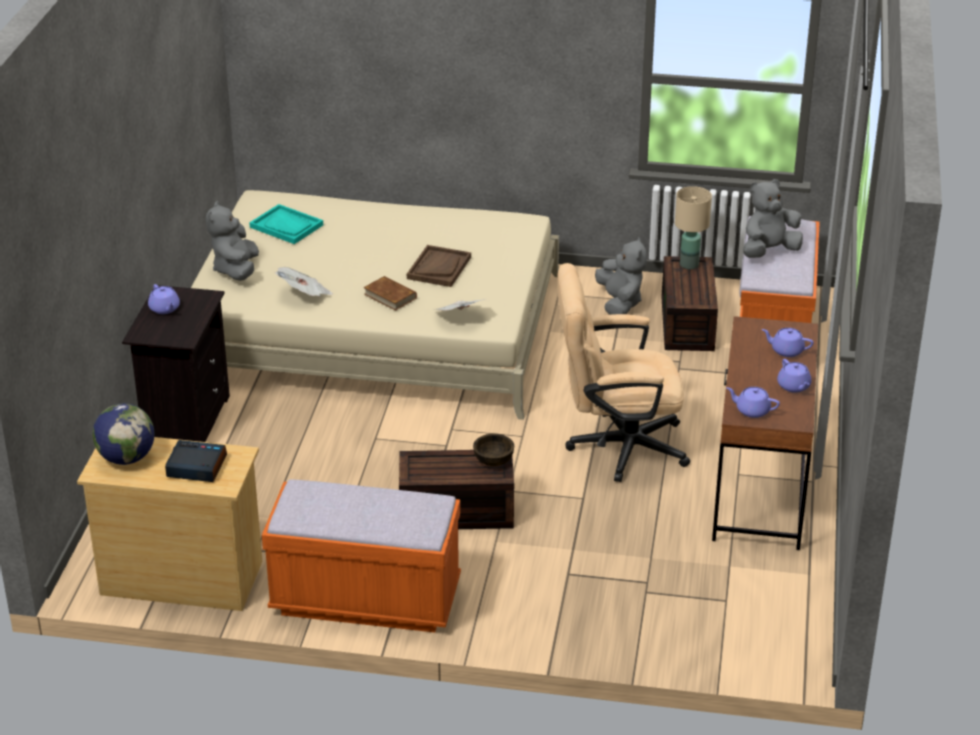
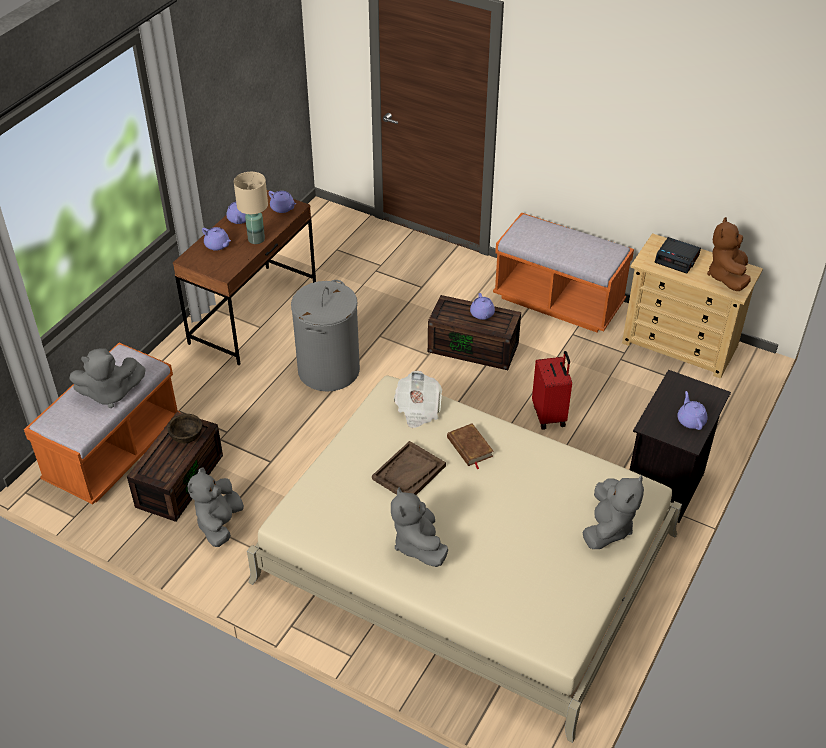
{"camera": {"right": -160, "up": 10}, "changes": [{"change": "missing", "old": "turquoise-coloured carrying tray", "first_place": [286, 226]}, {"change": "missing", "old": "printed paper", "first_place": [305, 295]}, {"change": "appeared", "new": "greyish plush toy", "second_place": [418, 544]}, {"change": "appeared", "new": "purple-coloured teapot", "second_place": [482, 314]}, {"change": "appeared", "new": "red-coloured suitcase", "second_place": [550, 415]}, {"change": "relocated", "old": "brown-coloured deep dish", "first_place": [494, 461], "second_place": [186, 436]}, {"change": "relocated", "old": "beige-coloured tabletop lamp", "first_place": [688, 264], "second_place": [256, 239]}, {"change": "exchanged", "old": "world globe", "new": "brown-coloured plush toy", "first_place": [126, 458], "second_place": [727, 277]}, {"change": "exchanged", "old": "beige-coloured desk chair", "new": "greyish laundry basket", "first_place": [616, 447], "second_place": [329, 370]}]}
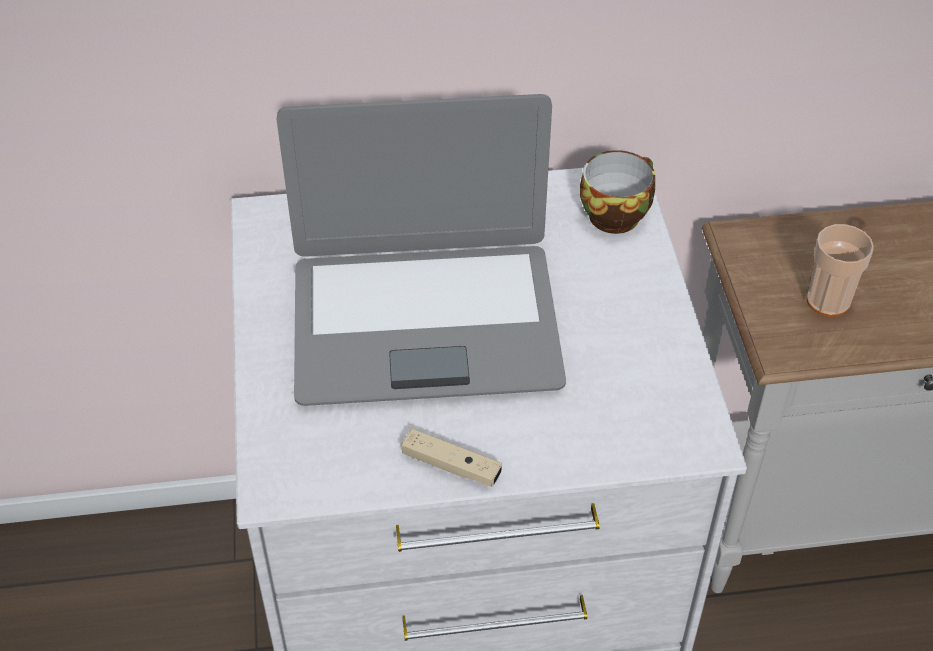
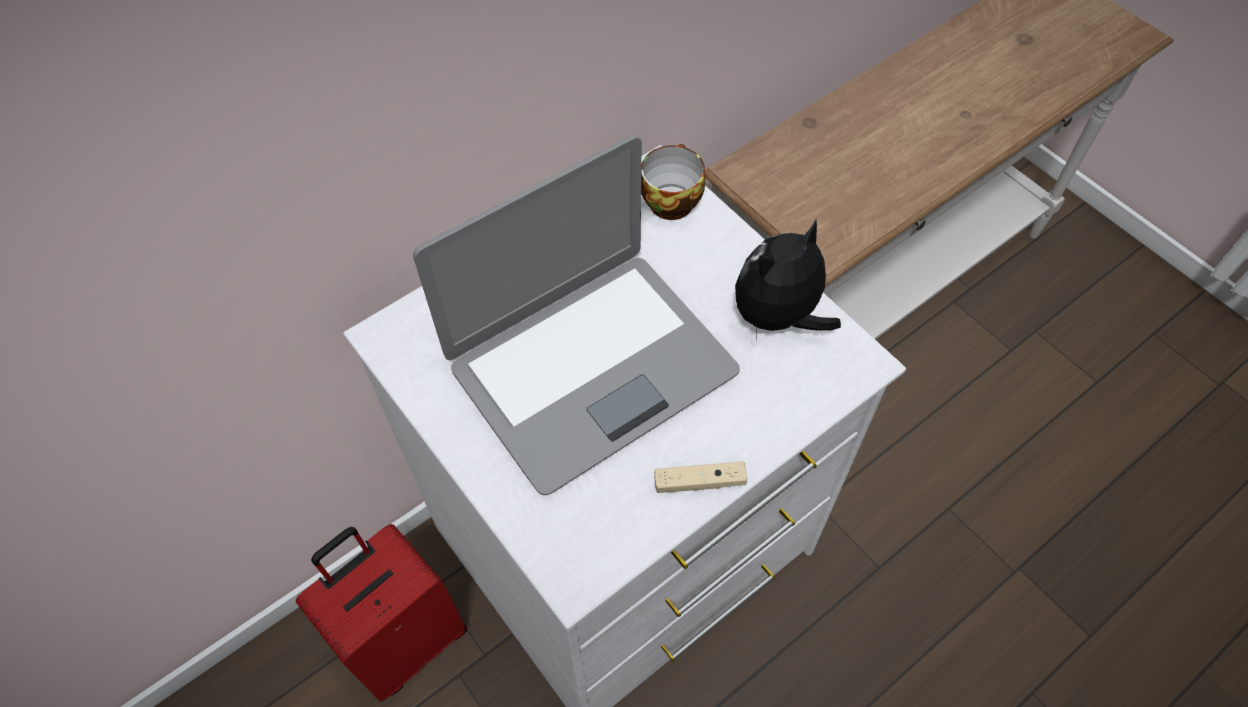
{"camera": {"right": -30, "up": 10}, "changes": [{"change": "missing", "old": "small cup", "first_place": [828, 301]}, {"change": "appeared", "new": "red-coloured suitcase", "second_place": [406, 639]}, {"change": "appeared", "new": "plush toy", "second_place": [778, 318]}]}
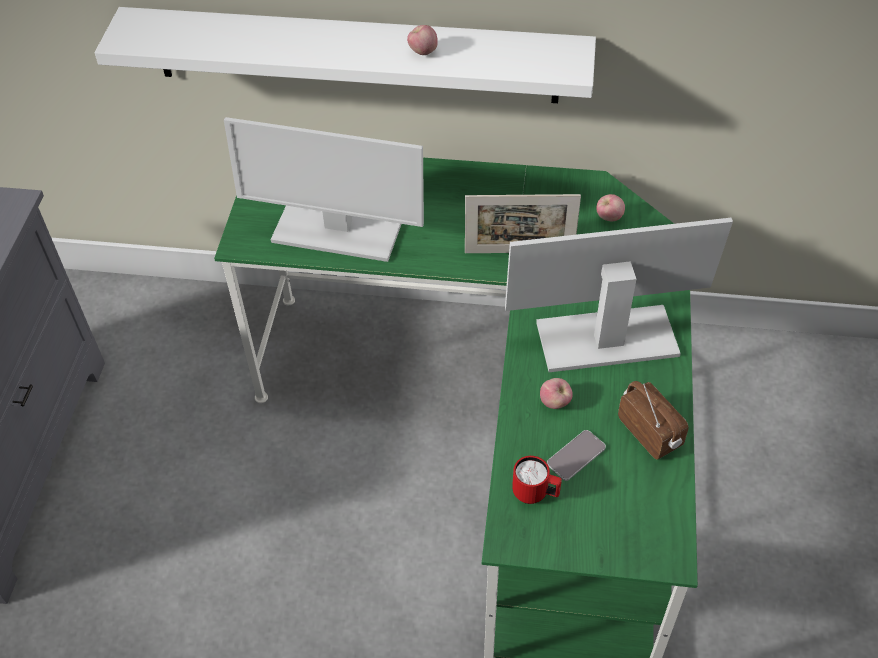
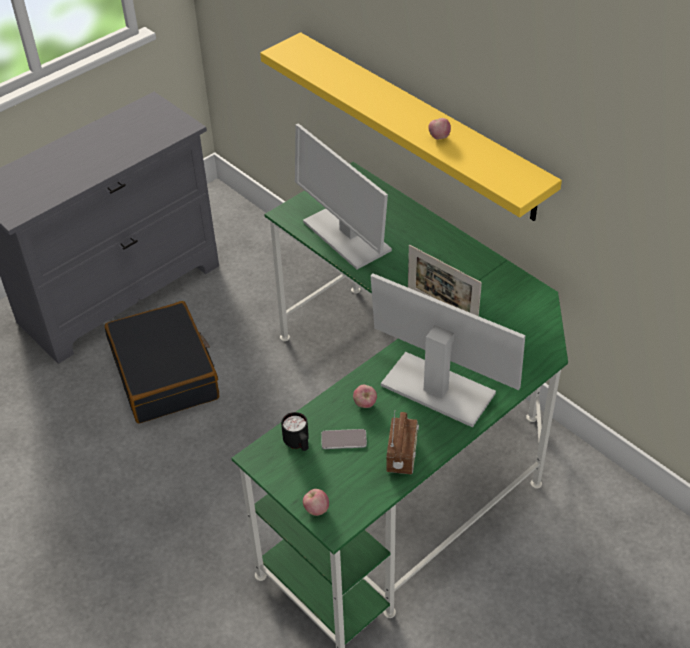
{"camera": {"right": 40, "up": -5}, "changes": [{"change": "appeared", "new": "black suitcase", "second_place": [165, 374]}, {"change": "relocated", "old": "apple", "first_place": [609, 218], "second_place": [316, 509]}, {"change": "colour", "old": "white-coloured wall shelf", "new": "yellow wall shelf", "first_place": [355, 55], "second_place": [419, 125]}, {"change": "colour", "old": "red-coloured coffee mug", "new": "black coffee mug", "first_place": [535, 494], "second_place": [298, 444]}]}
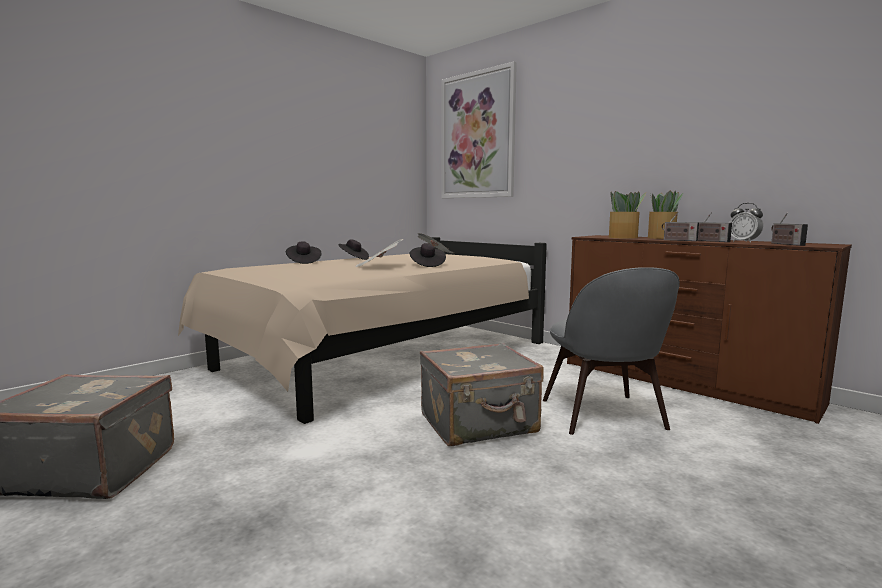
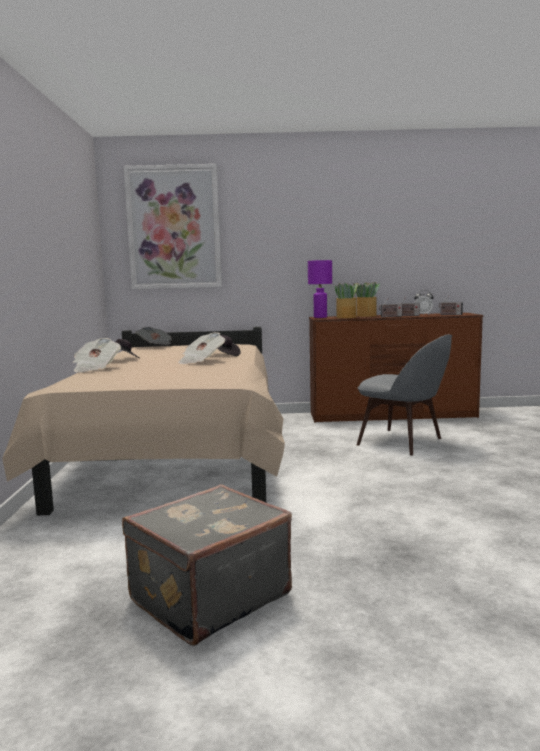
{"camera": {"right": -45, "up": 0}, "changes": [{"change": "missing", "old": "greyish suitcase", "first_place": [479, 424]}, {"change": "appeared", "new": "purple-coloured tabletop lamp", "second_place": [320, 317]}, {"change": "exchanged", "old": "black clothing hat", "new": "printed paper", "first_place": [303, 262], "second_place": [95, 368]}]}
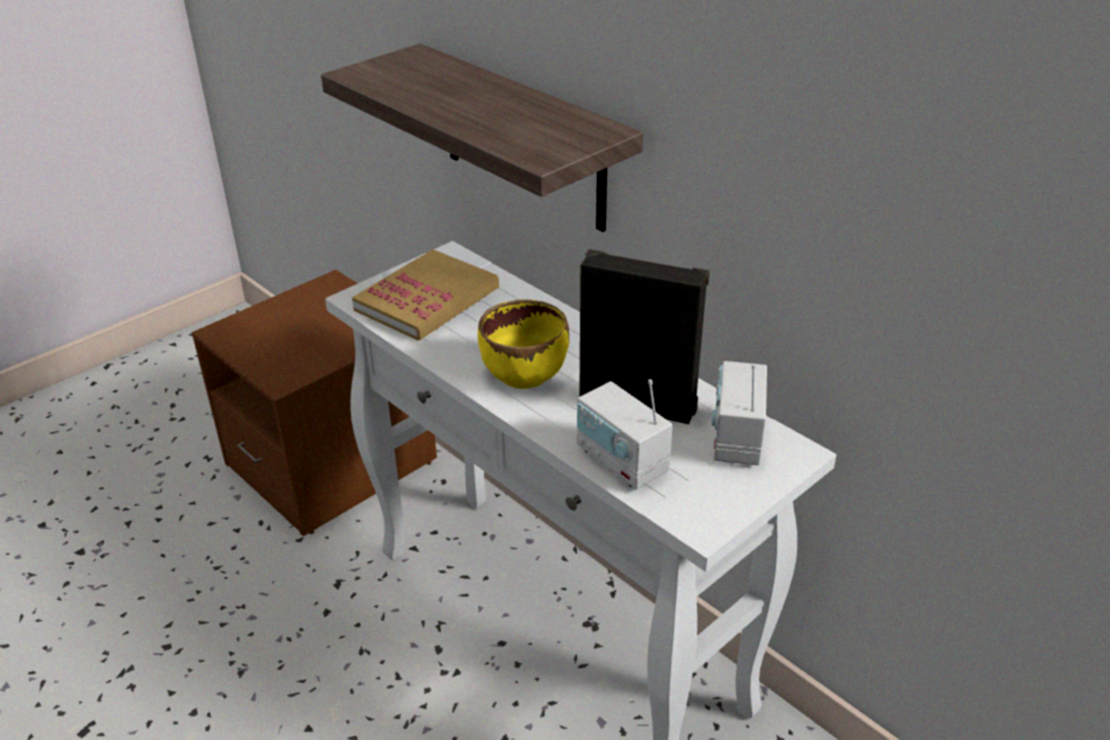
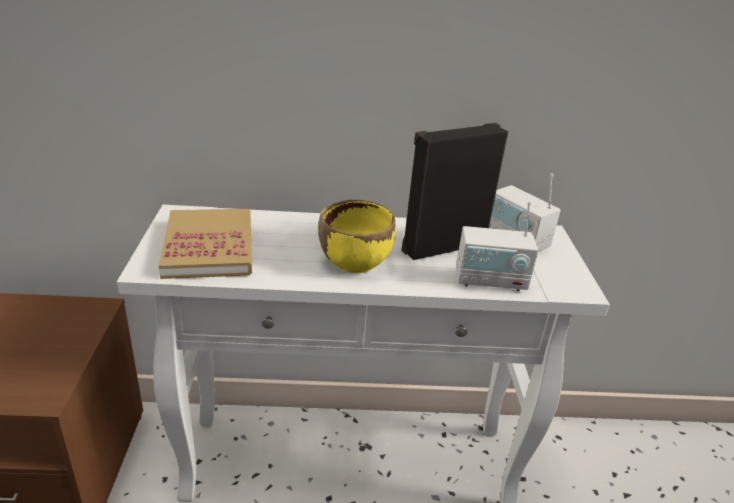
{"camera": {"right": -50, "up": -5}, "changes": [{"change": "missing", "old": "wall shelf", "first_place": [523, 139]}]}
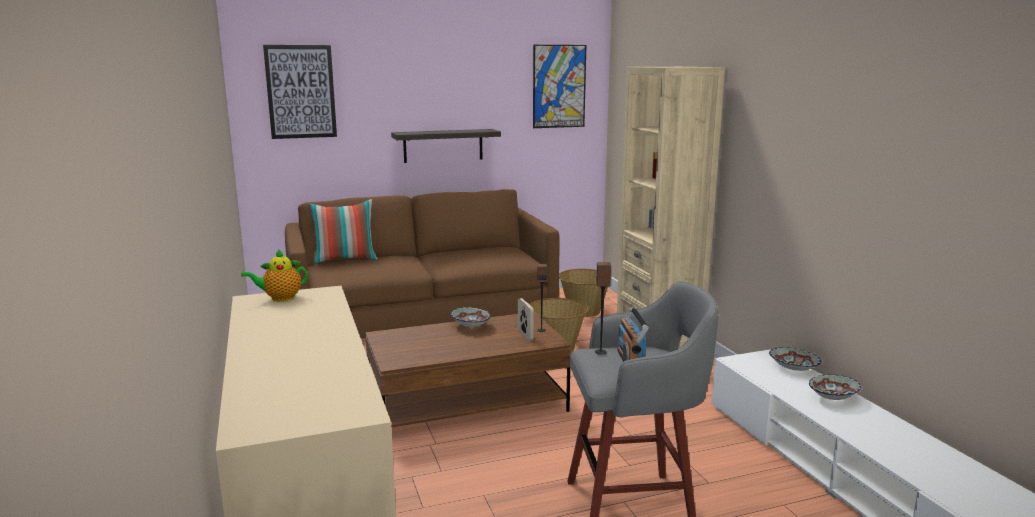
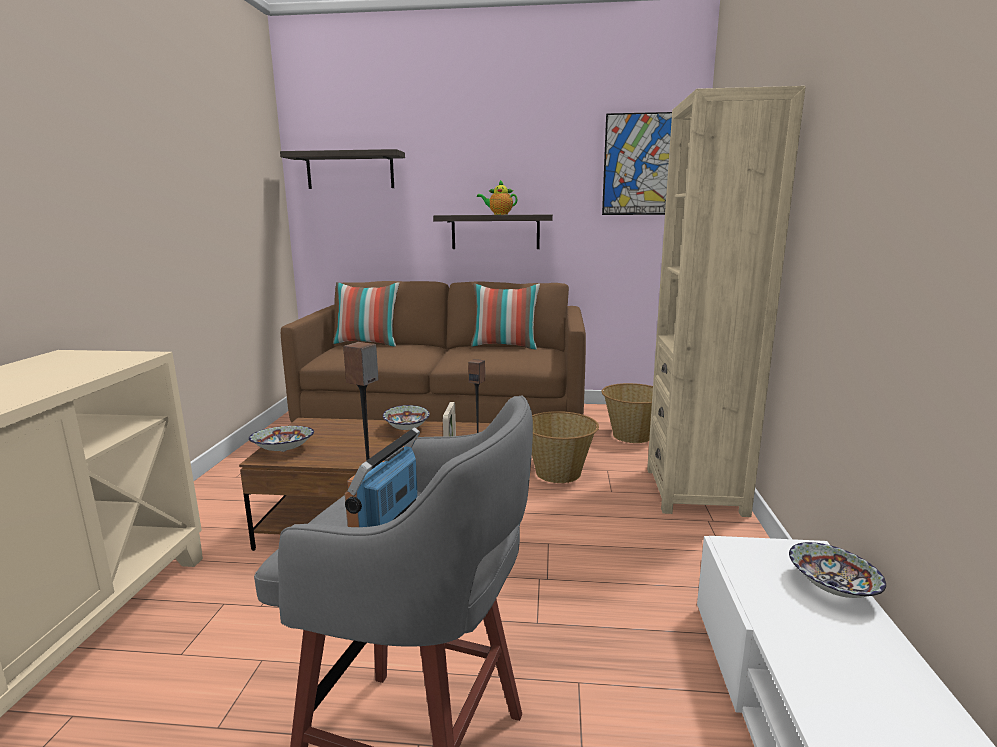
{"camera": {"right": 25, "up": 0}, "changes": [{"change": "appeared", "new": "pillow", "second_place": [505, 346]}, {"change": "relocated", "old": "teapot", "first_place": [280, 298], "second_place": [499, 214]}, {"change": "relocated", "old": "deep dish", "first_place": [833, 398], "second_place": [283, 450]}, {"change": "exchanged", "old": "picture", "new": "wall shelf", "first_place": [301, 92], "second_place": [350, 171]}]}
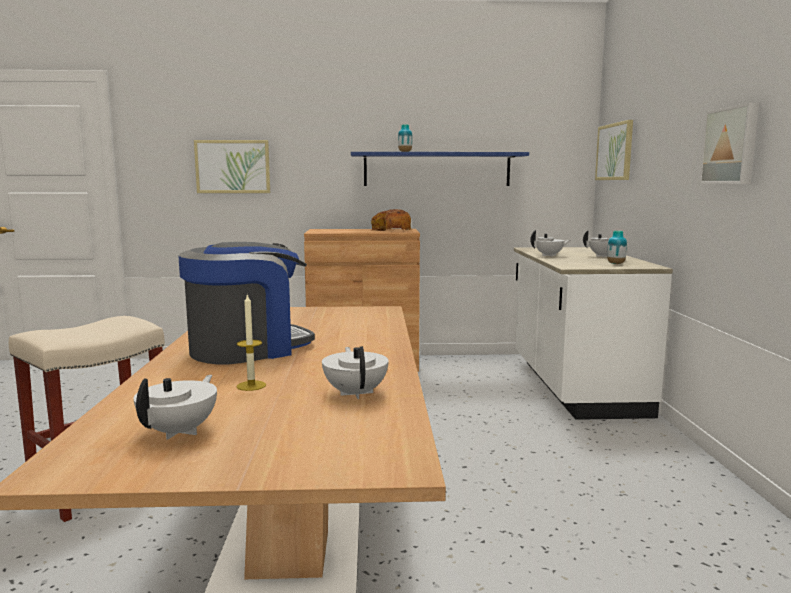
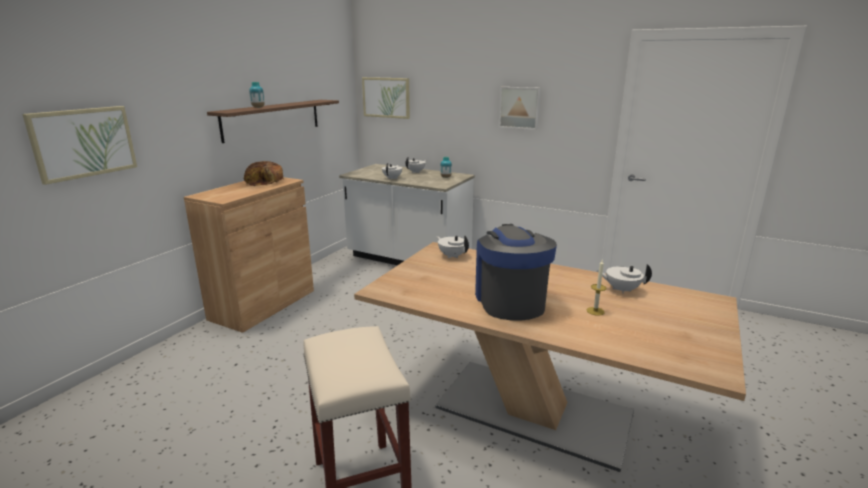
{"camera": {"right": -60, "up": 10}, "changes": [{"change": "relocated", "old": "white-coloured teapot", "first_place": [180, 431], "second_place": [452, 256]}, {"change": "colour", "old": "blue wall shelf", "new": "brown-coloured wall shelf", "first_place": [437, 169], "second_place": [272, 119]}]}
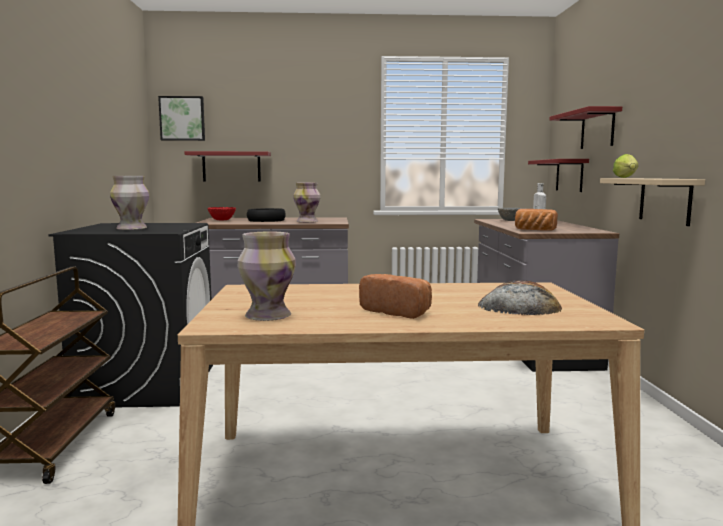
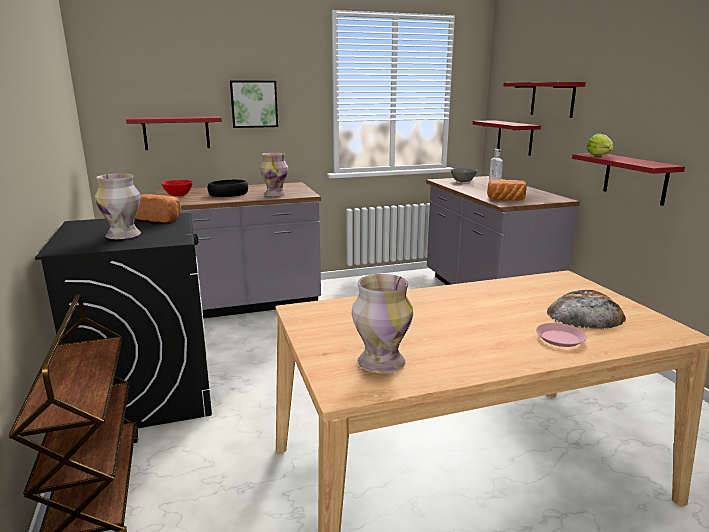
{"camera": {"right": -15, "up": 10}, "changes": [{"change": "appeared", "new": "pink flat dish", "second_place": [559, 338]}, {"change": "relocated", "old": "picture", "first_place": [182, 118], "second_place": [254, 104]}, {"change": "relocated", "old": "bakery bread", "first_place": [398, 311], "second_place": [160, 219]}, {"change": "colour", "old": "beige-coloured wall shelf", "new": "red-coloured wall shelf", "first_place": [665, 200], "second_place": [635, 178]}]}
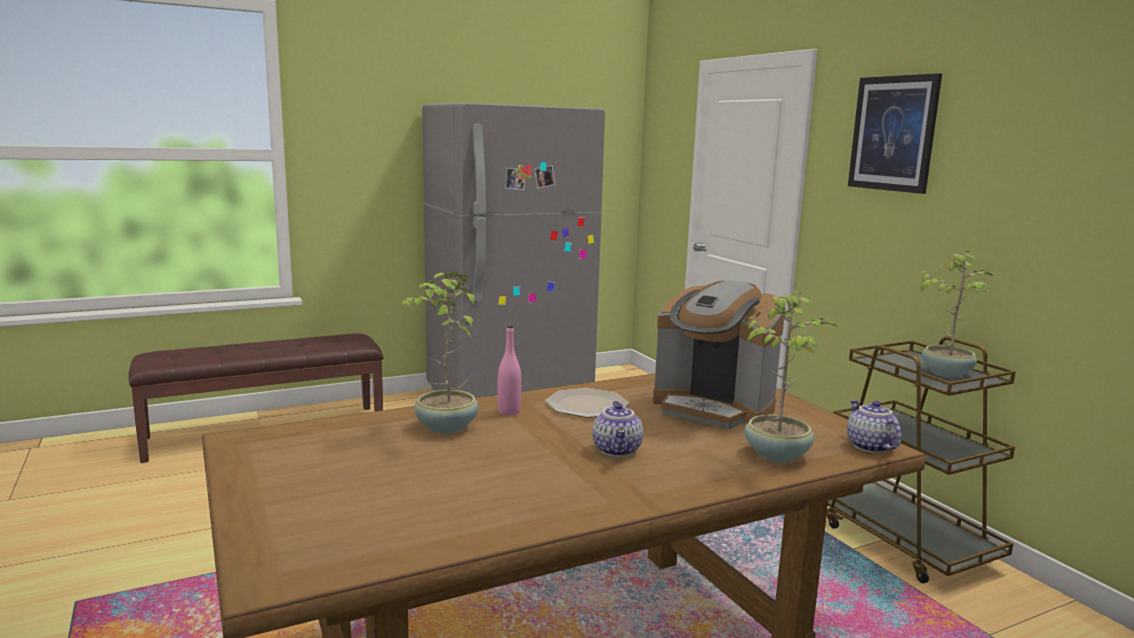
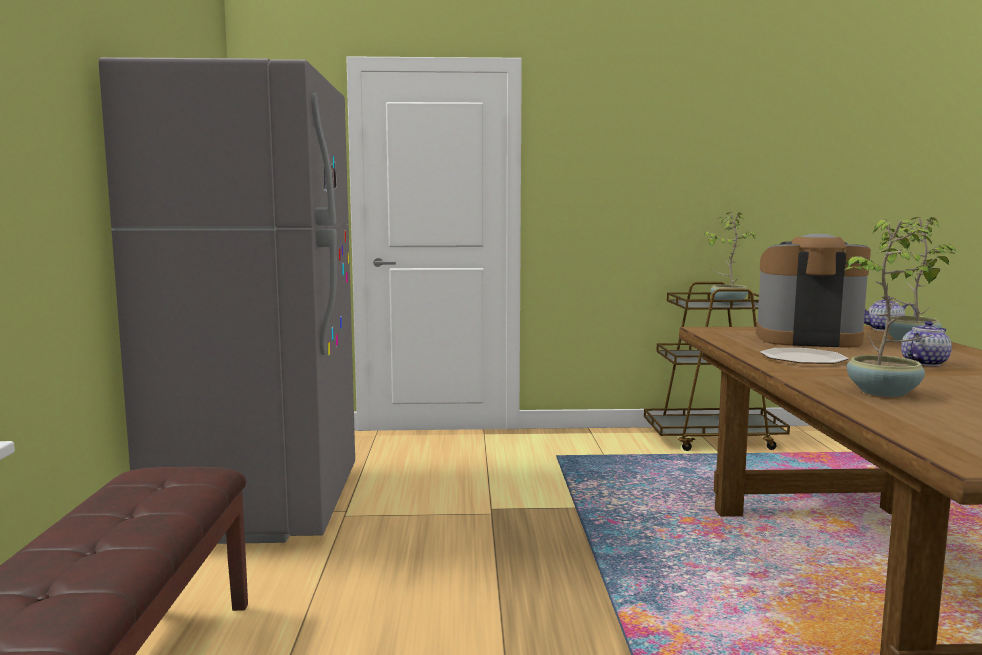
{"camera": {"right": -65, "up": -5}, "changes": [{"change": "missing", "old": "pink beverage bottle", "first_place": [509, 411]}, {"change": "missing", "old": "picture", "first_place": [893, 133]}, {"change": "spun", "old": "teapot", "first_place": [618, 450], "second_place": [923, 363], "degrees": -60}, {"change": "spun", "old": "coffee maker", "first_place": [713, 408], "second_place": [807, 339], "degrees": -135}]}
